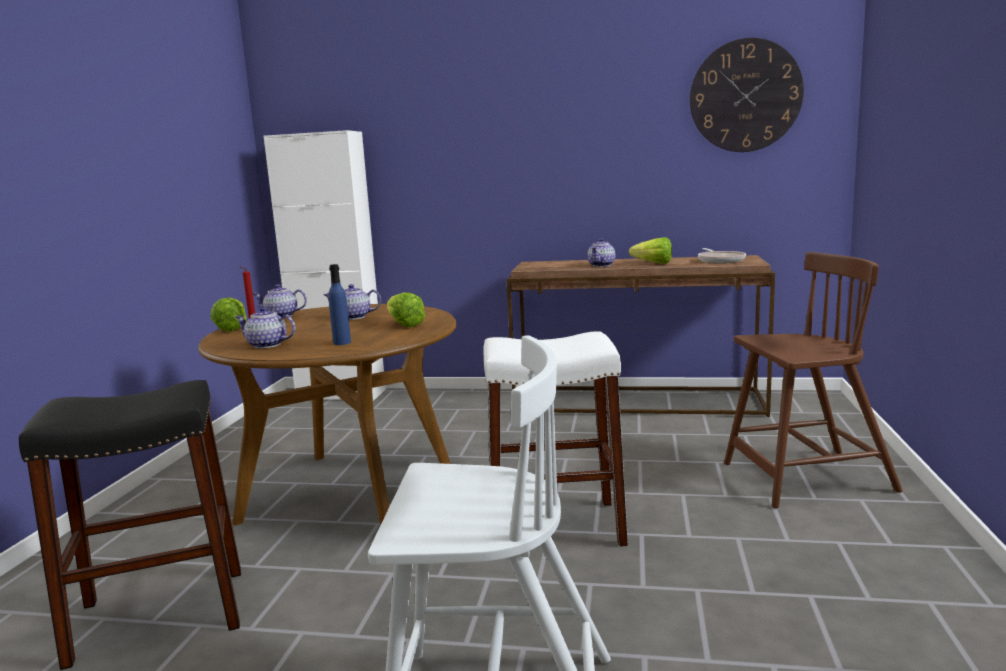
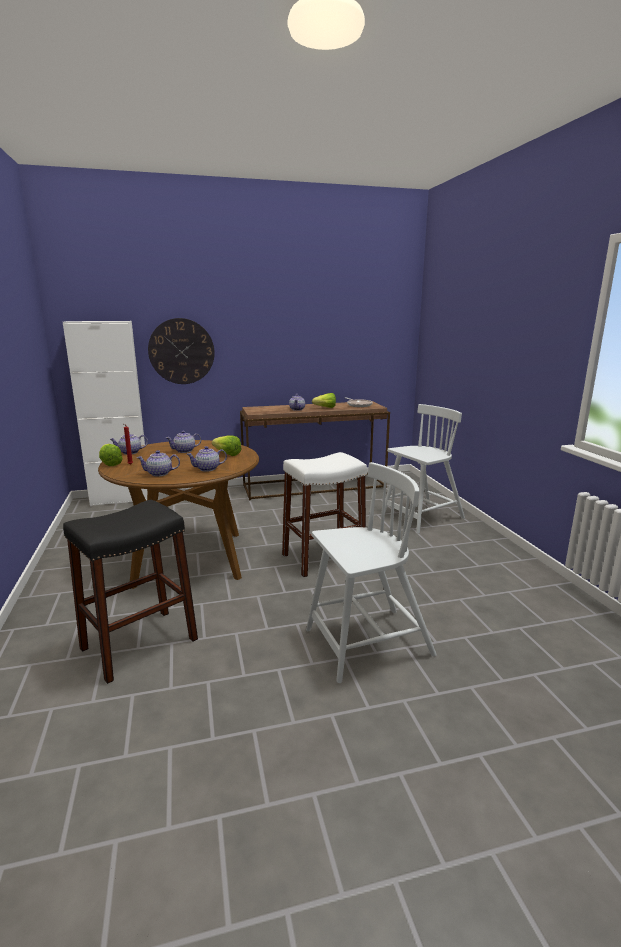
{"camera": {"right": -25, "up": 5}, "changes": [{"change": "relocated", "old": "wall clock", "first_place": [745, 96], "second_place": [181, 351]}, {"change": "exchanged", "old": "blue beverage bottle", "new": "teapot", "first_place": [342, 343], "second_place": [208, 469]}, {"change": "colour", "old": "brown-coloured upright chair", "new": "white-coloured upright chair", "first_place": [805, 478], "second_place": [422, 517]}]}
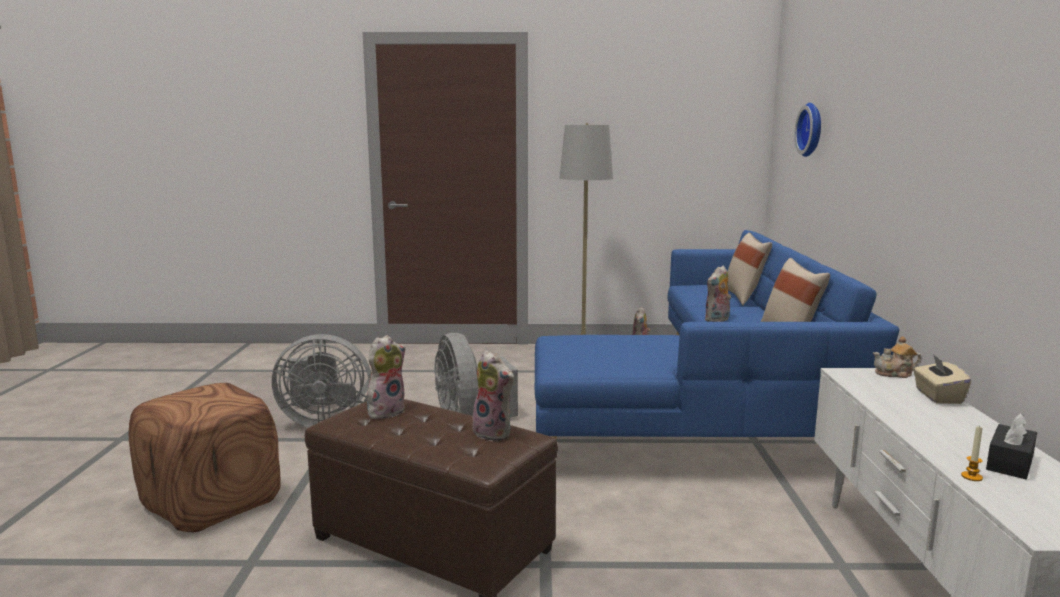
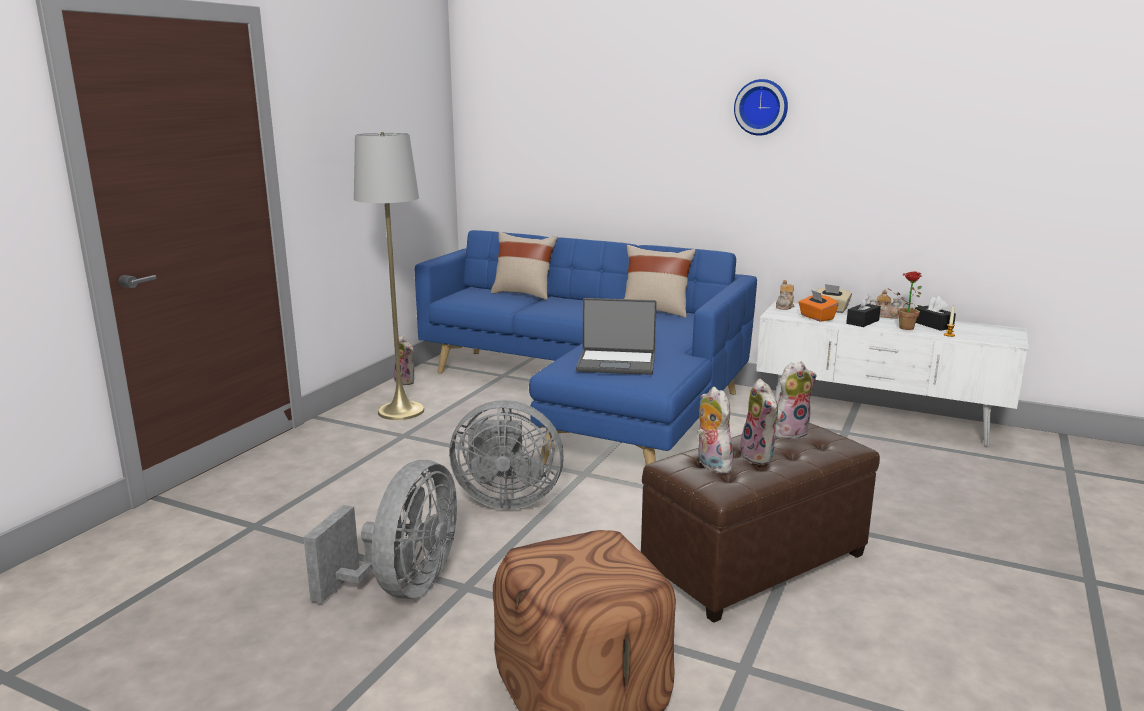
{"camera": {"right": -65, "up": 5}, "changes": [{"change": "appeared", "new": "laptop", "second_place": [616, 363]}, {"change": "appeared", "new": "orange tissue holder", "second_place": [816, 317]}, {"change": "appeared", "new": "black tissue holder", "second_place": [862, 322]}, {"change": "appeared", "new": "teapot", "second_place": [886, 316]}, {"change": "appeared", "new": "potted plant", "second_place": [903, 327]}, {"change": "relocated", "old": "plush toy", "first_place": [717, 320], "second_place": [760, 457]}, {"change": "relocated", "old": "wall clock", "first_place": [812, 129], "second_place": [761, 107]}]}
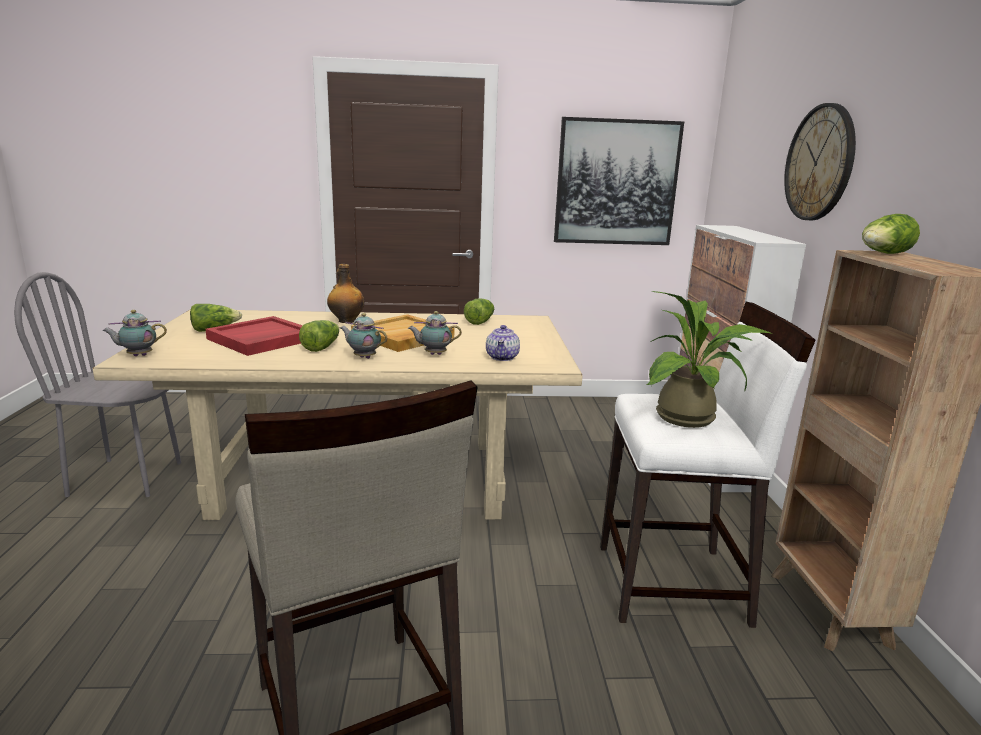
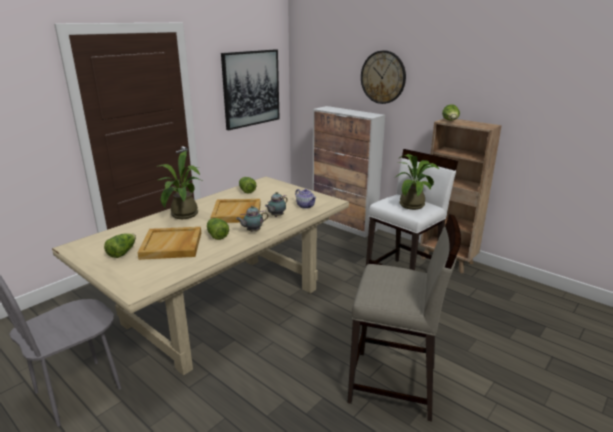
{"camera": {"right": -45, "up": 5}, "changes": [{"change": "missing", "old": "teapot", "first_place": [138, 356]}, {"change": "exchanged", "old": "beverage bottle", "new": "potted plant", "first_place": [346, 321], "second_place": [182, 216]}, {"change": "colour", "old": "red-coloured carrying tray", "new": "beige-coloured carrying tray", "first_place": [261, 339], "second_place": [172, 245]}]}
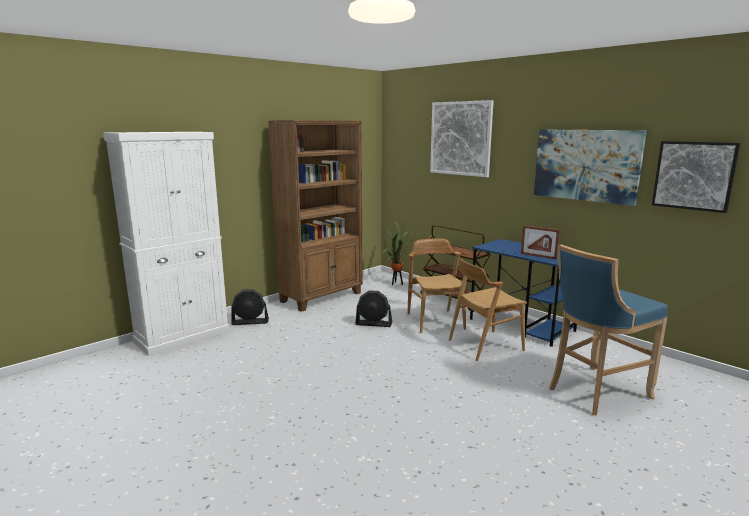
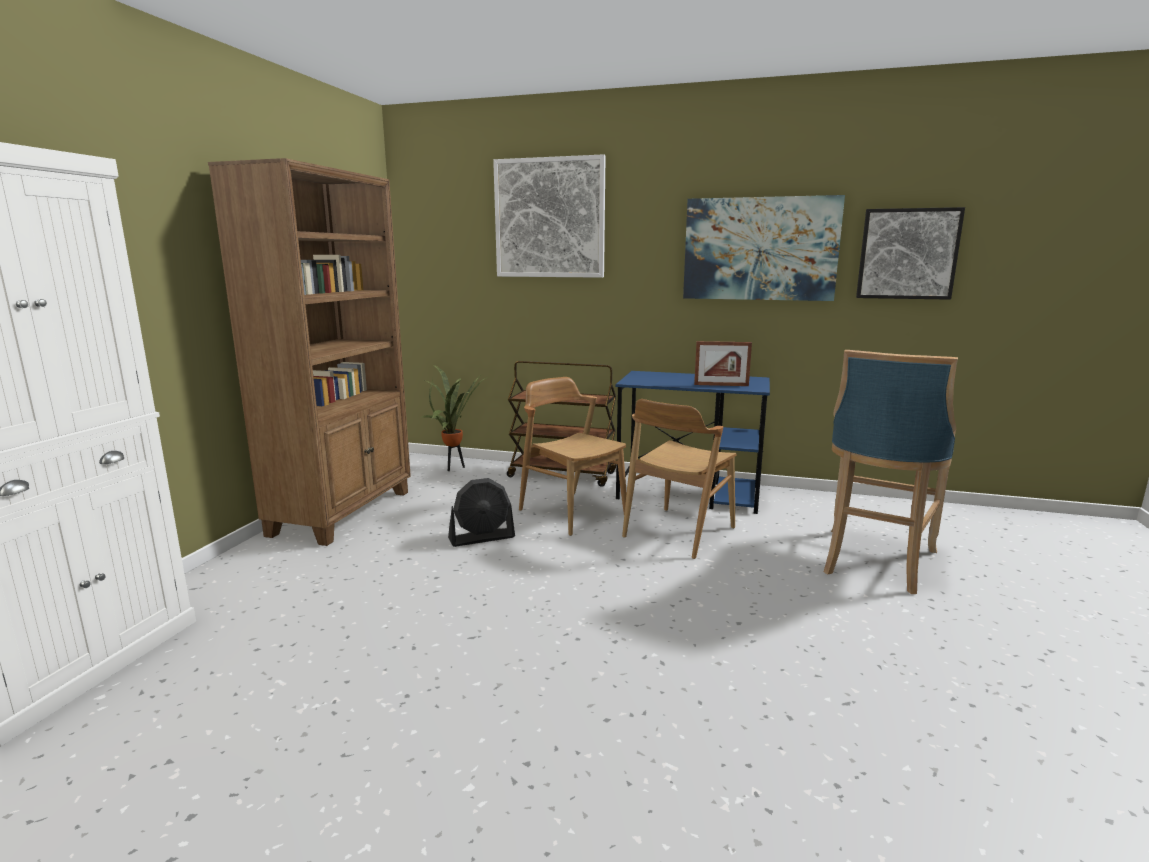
{"camera": {"right": -30, "up": 0}, "changes": [{"change": "missing", "old": "black fan", "first_place": [250, 322]}]}
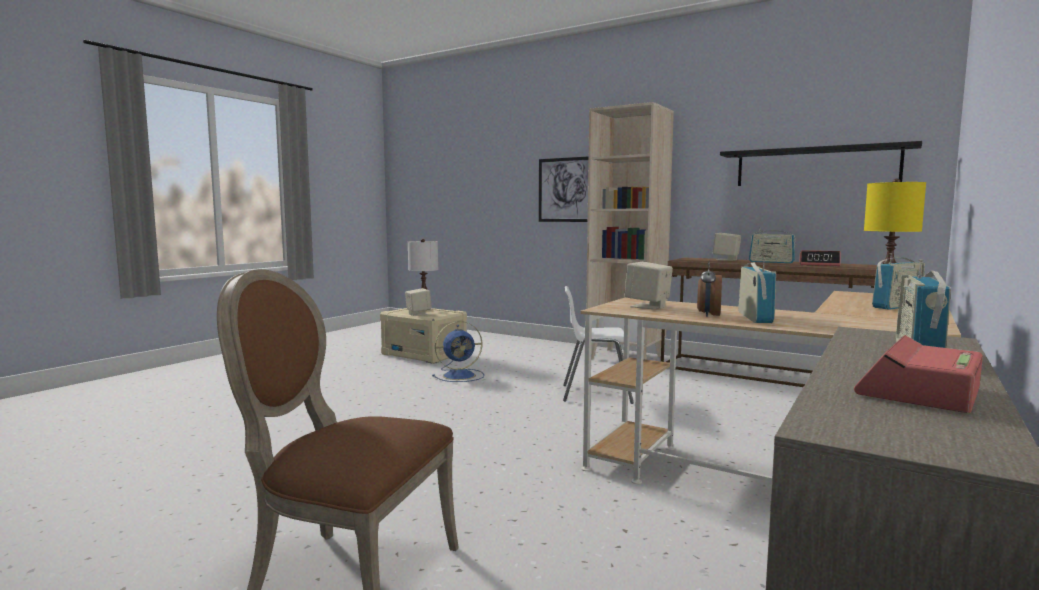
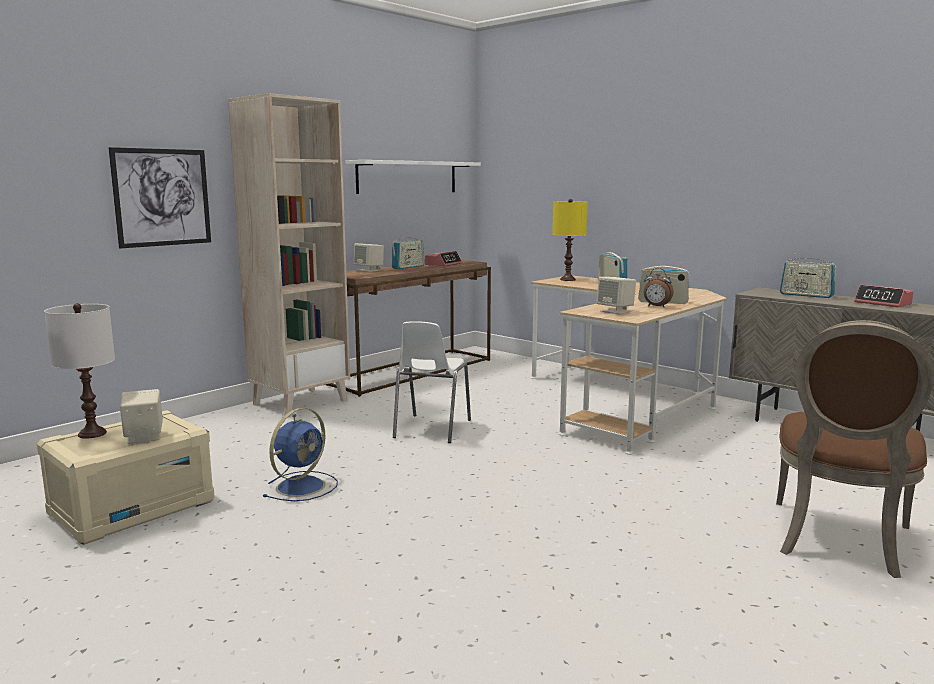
{"camera": {"right": -80, "up": 5}, "changes": [{"change": "colour", "old": "black wall shelf", "new": "white-coloured wall shelf", "first_place": [815, 166], "second_place": [408, 177]}, {"change": "spun", "old": "blue fan", "first_place": [460, 375], "second_place": [302, 486], "degrees": 45}]}
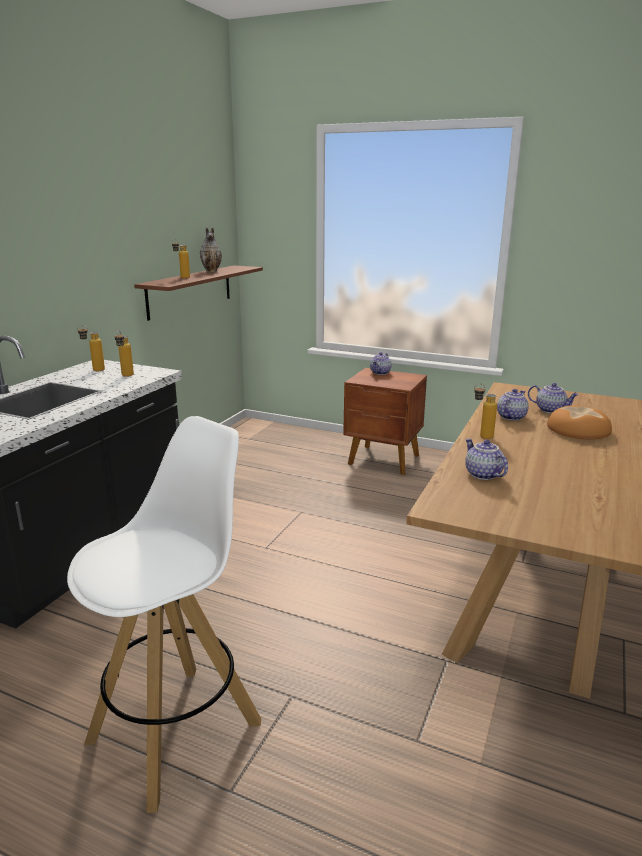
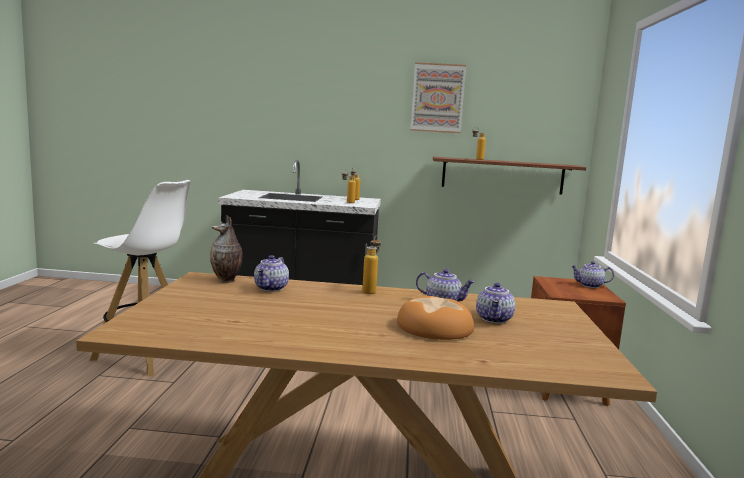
{"camera": {"right": 70, "up": -10}, "changes": [{"change": "appeared", "new": "picture", "second_place": [437, 98]}, {"change": "relocated", "old": "flower vase", "first_place": [212, 271], "second_place": [227, 280]}, {"change": "spun", "old": "teapot", "first_place": [482, 474], "second_place": [271, 288], "degrees": 150}]}
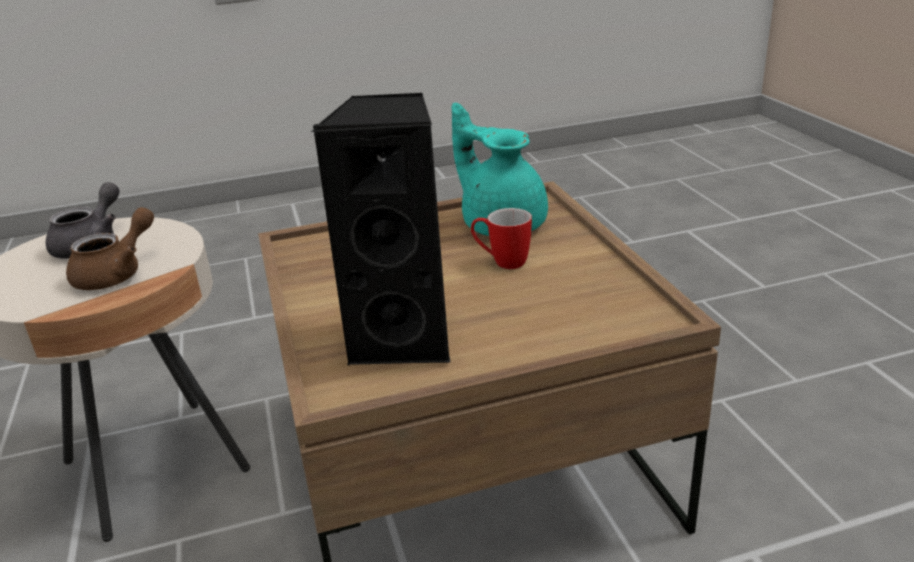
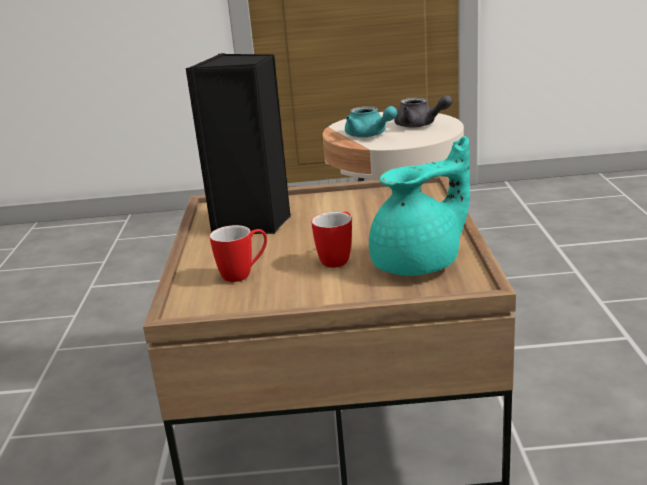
{"camera": {"right": 105, "up": -5}, "changes": [{"change": "appeared", "new": "coffee mug", "second_place": [244, 274]}, {"change": "colour", "old": "brown-coloured teapot", "new": "turquoise-coloured teapot", "first_place": [117, 274], "second_place": [369, 135]}]}
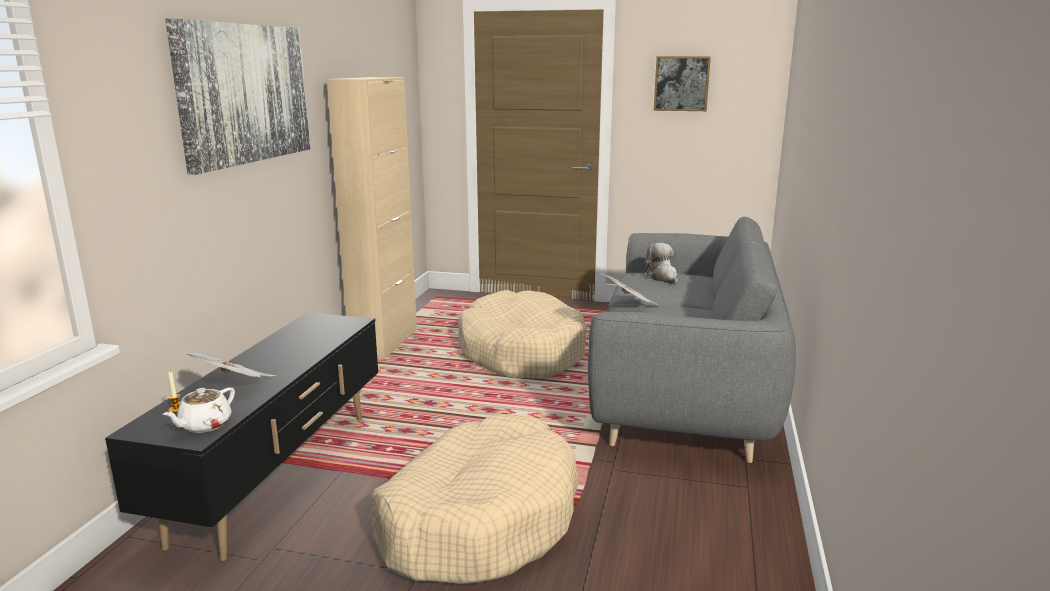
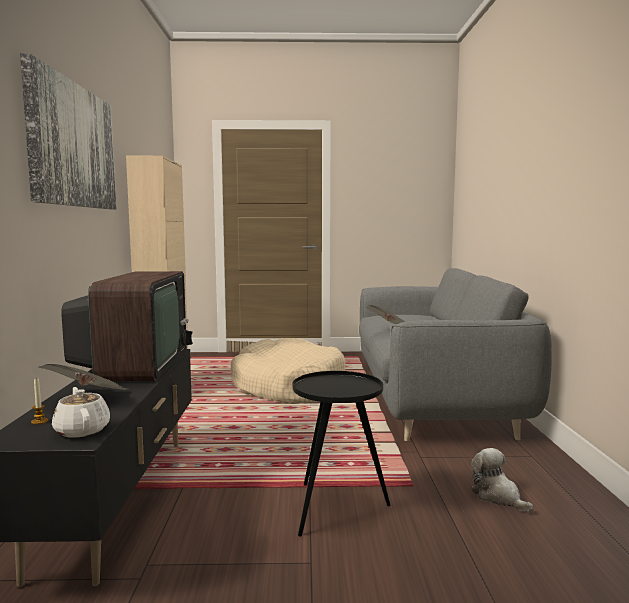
{"camera": {"right": -15, "up": -10}, "changes": [{"change": "missing", "old": "picture", "first_place": [681, 83]}, {"change": "appeared", "new": "TV", "second_place": [136, 365]}, {"change": "relocated", "old": "plush toy", "first_place": [662, 278], "second_place": [498, 497]}, {"change": "exchanged", "old": "beige-coloured pet bed", "new": "black end table", "first_place": [479, 519], "second_place": [336, 508]}, {"change": "spun", "old": "white-coloured teapot", "first_place": [204, 425], "second_place": [82, 430], "degrees": 135}]}
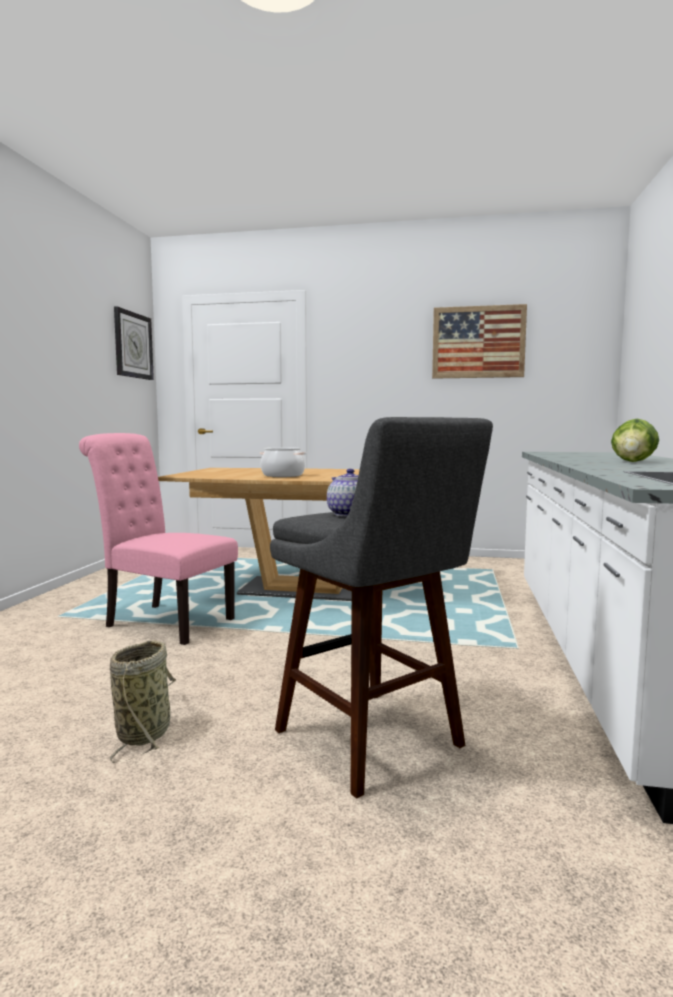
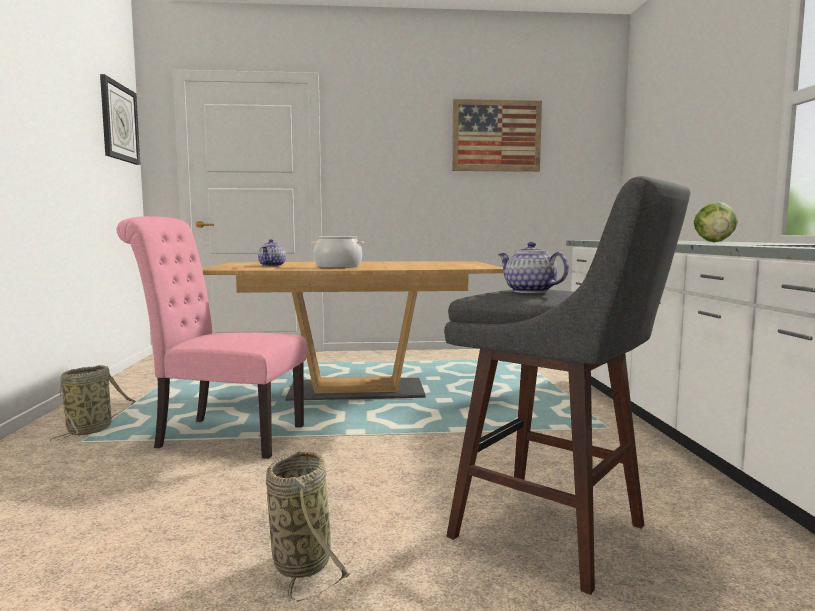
{"camera": {"right": -15, "up": 0}, "changes": [{"change": "appeared", "new": "basket", "second_place": [92, 430]}, {"change": "appeared", "new": "teapot", "second_place": [272, 266]}]}
